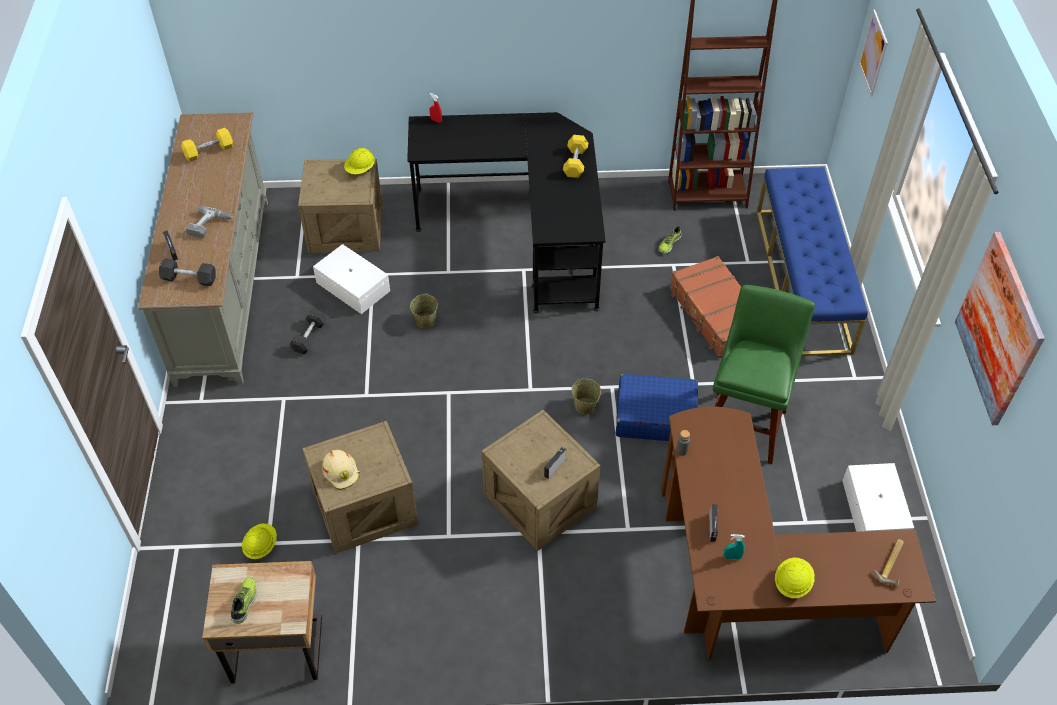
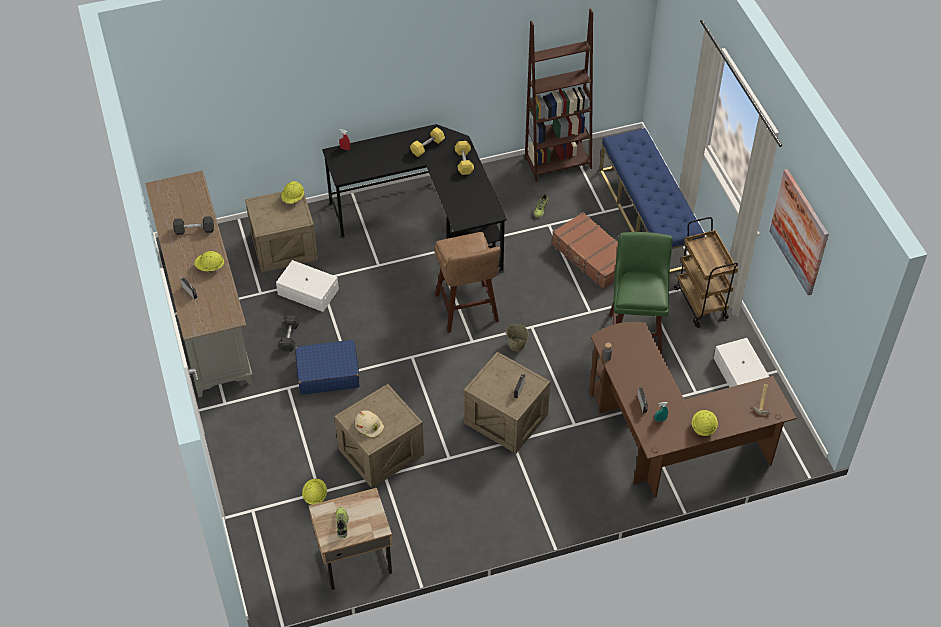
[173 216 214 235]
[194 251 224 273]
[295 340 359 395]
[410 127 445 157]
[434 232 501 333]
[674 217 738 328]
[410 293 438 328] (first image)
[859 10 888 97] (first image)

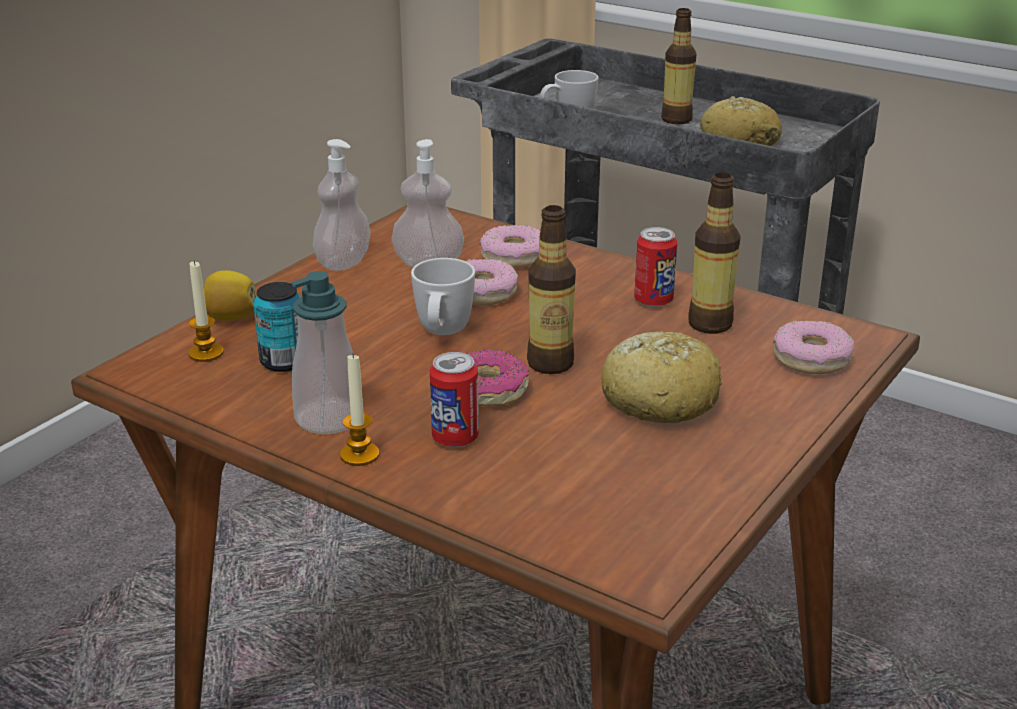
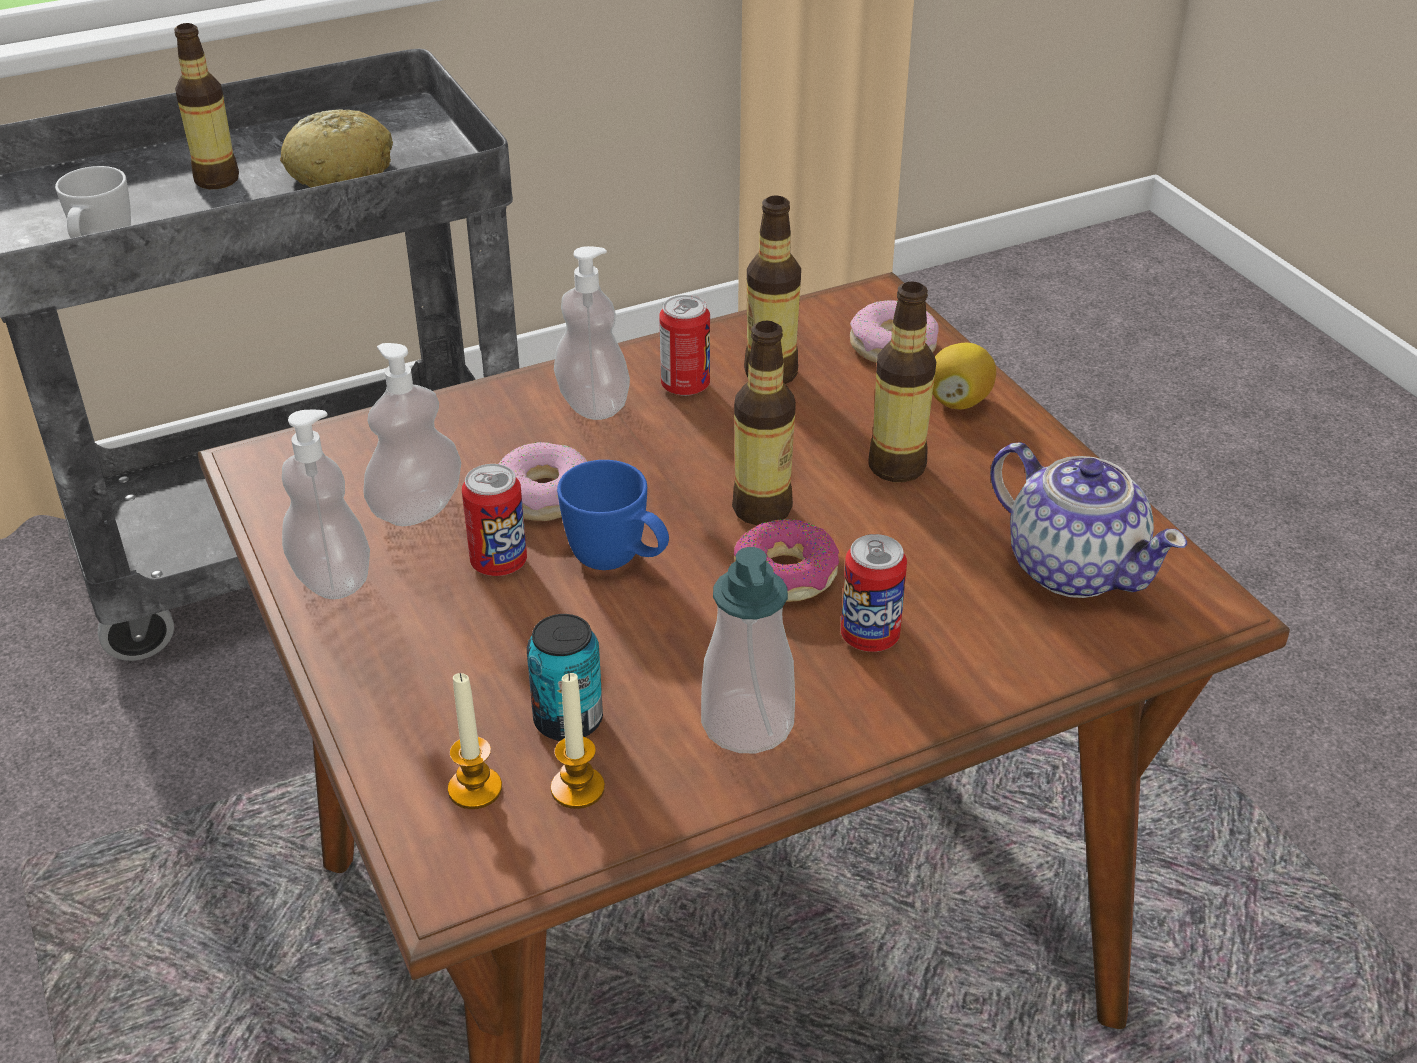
[462 464 527 576]
[551 673 605 809]
[554 246 630 420]
[557 460 669 570]
[868 281 936 482]
[932 343 996 410]
[990 442 1187 598]
[480 225 540 268] (first image)

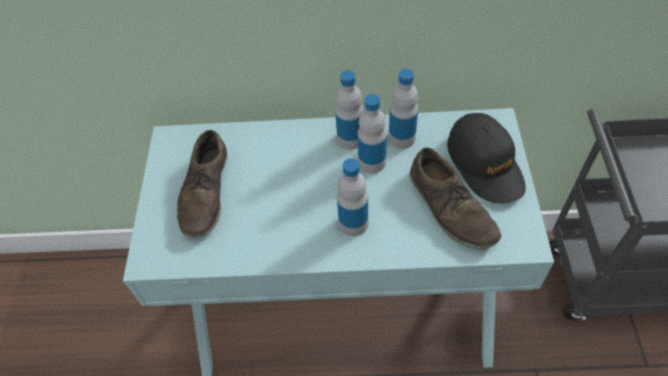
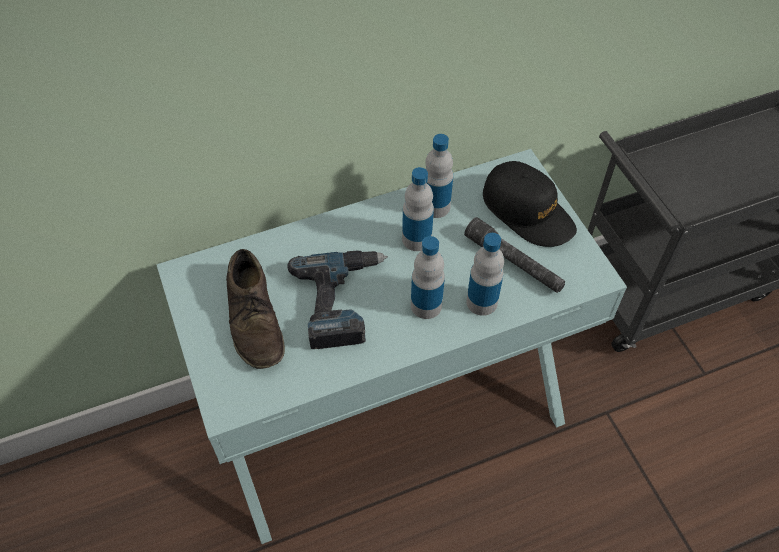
[287 250 388 349]
[464 217 565 293]
[466 233 504 316]

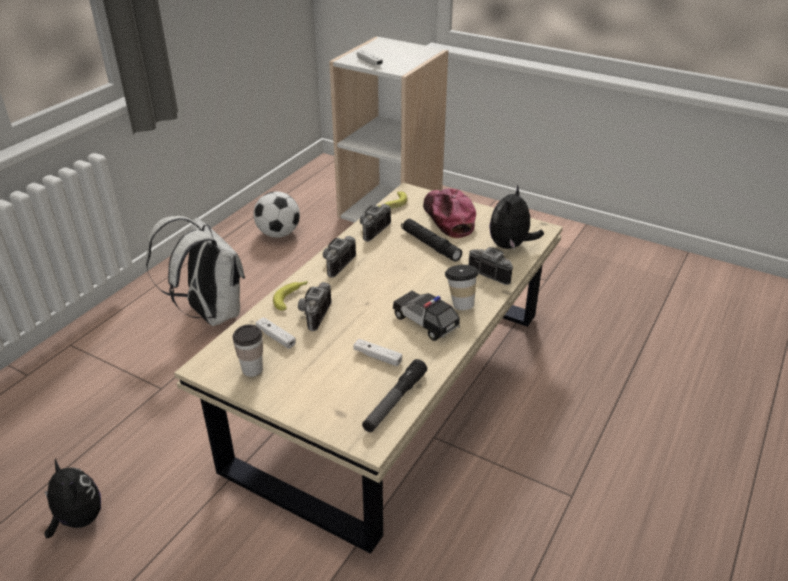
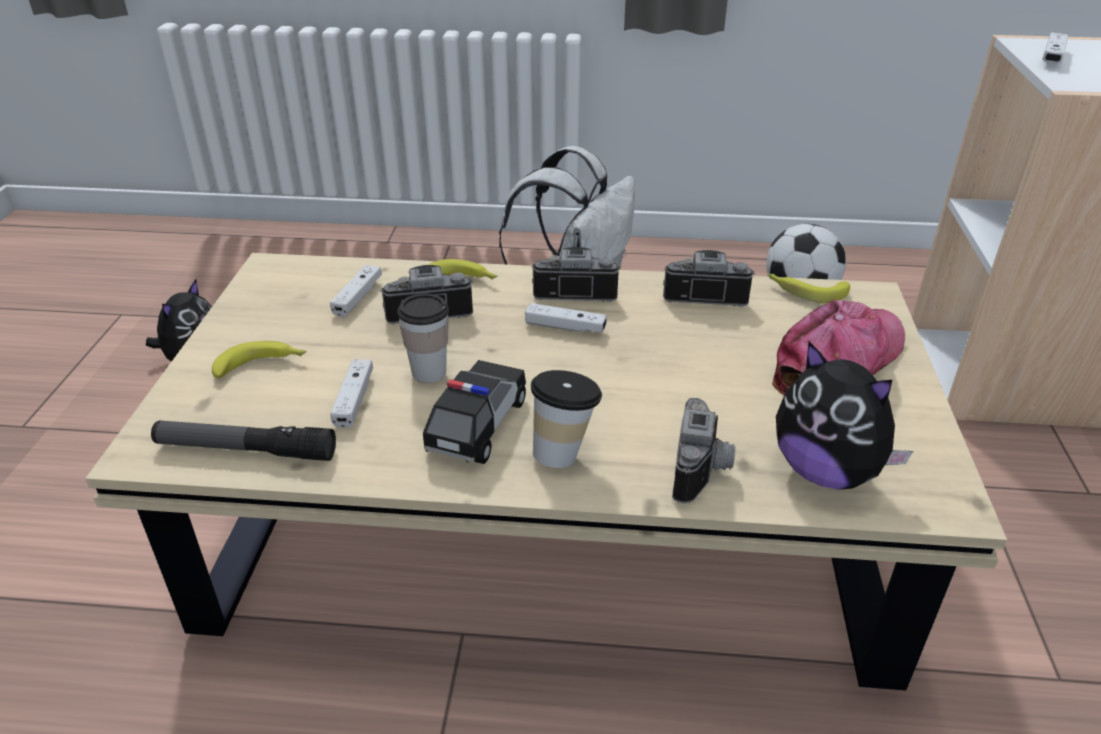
[212 341 307 378]
[397 294 449 383]
[525 303 607 332]
[776 341 913 490]
[401 219 462 262] (first image)

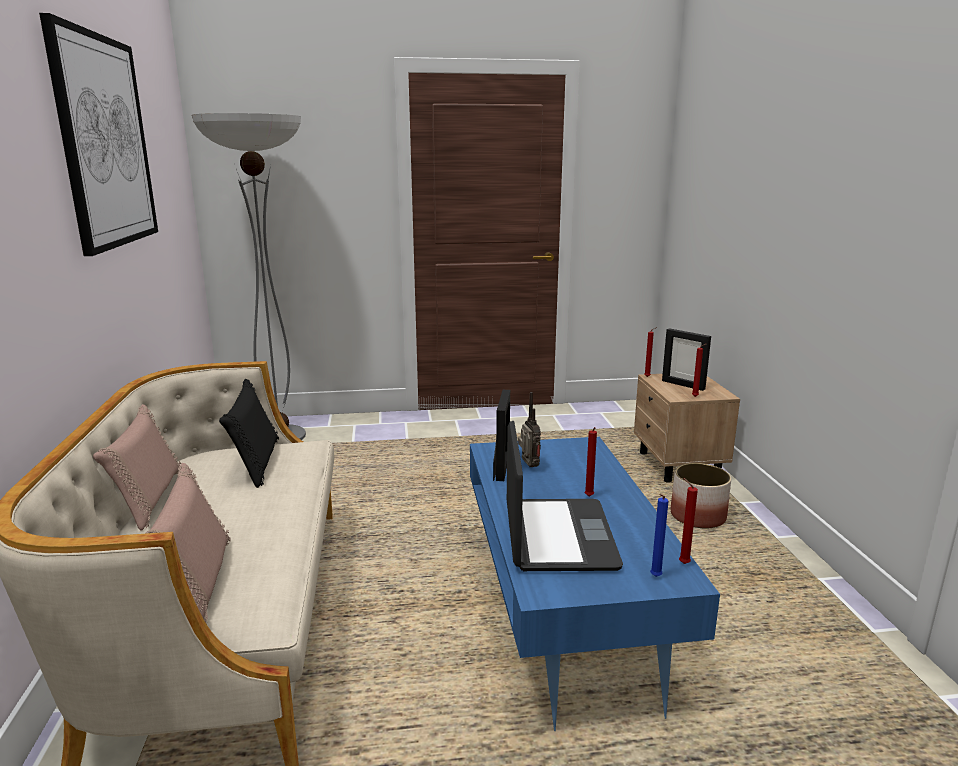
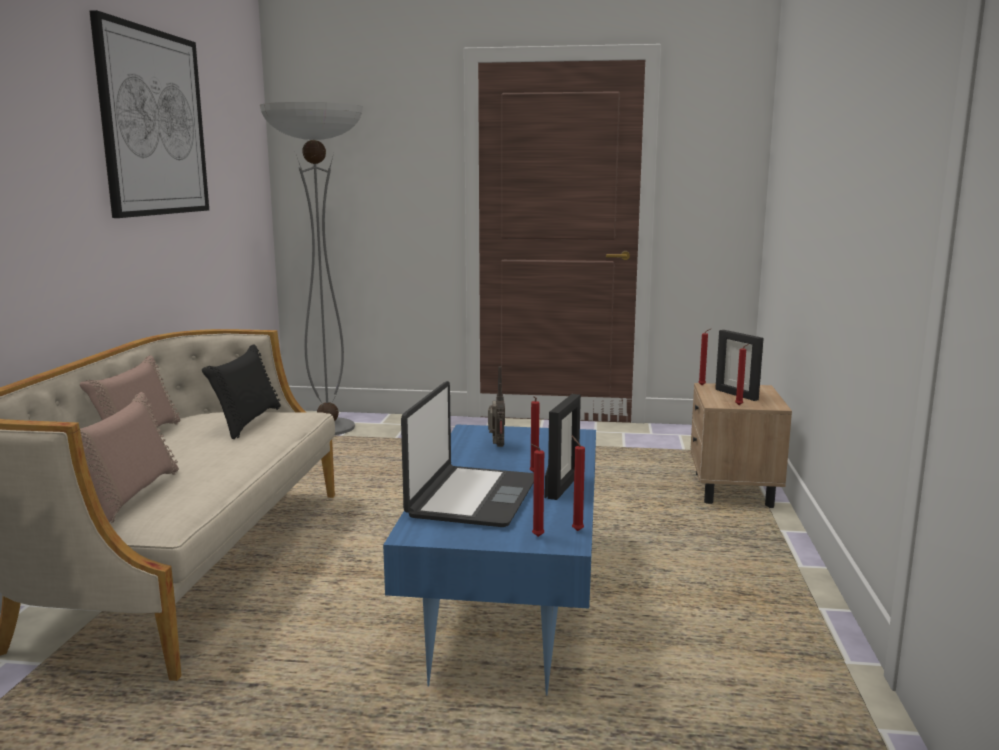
[531 444 545 537]
[545 394 581 500]
[671 463 731 528] (first image)

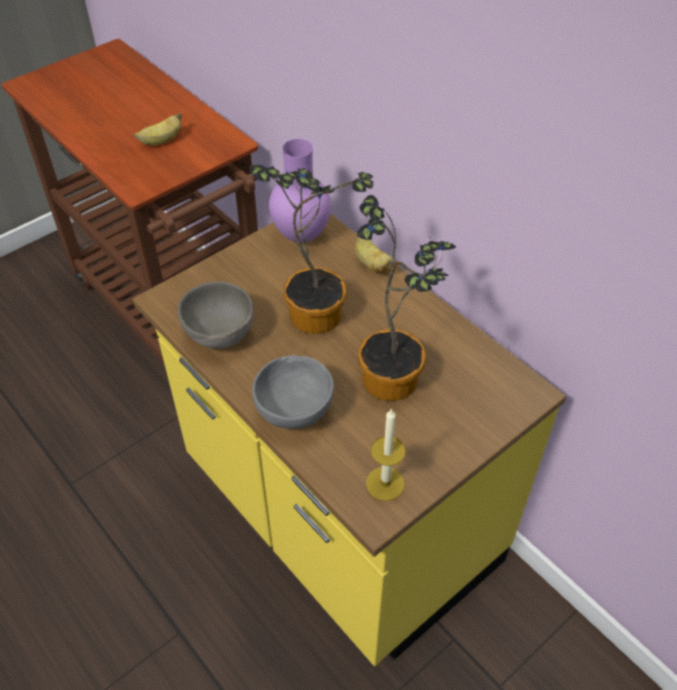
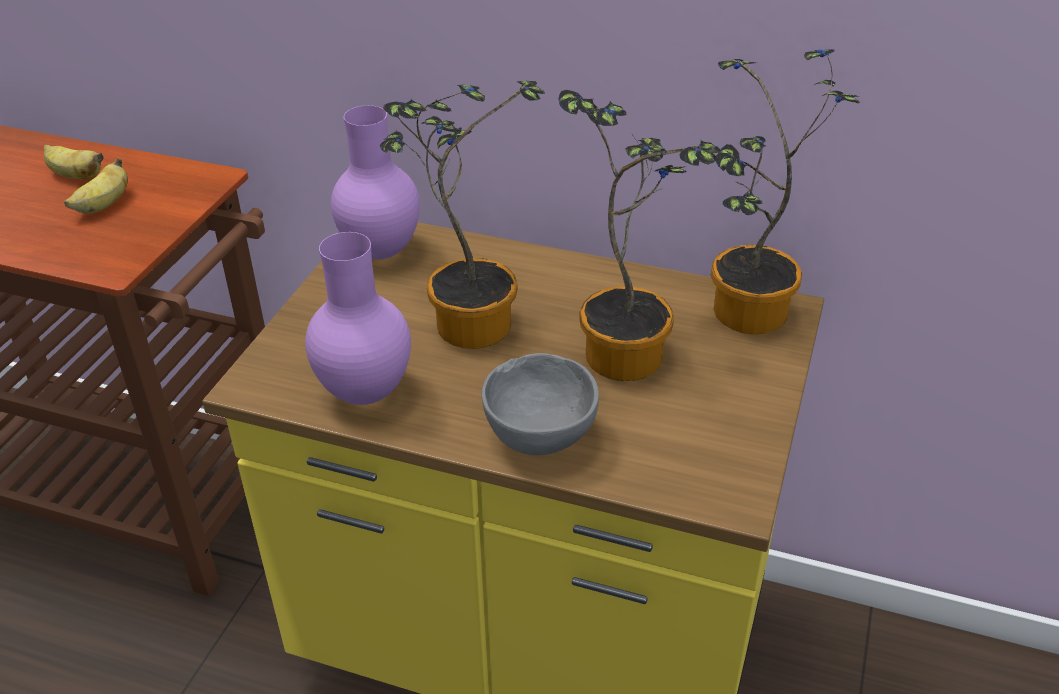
[44 144 104 179]
[305 232 411 405]
[711 49 860 334]
[366 408 406 501] (first image)

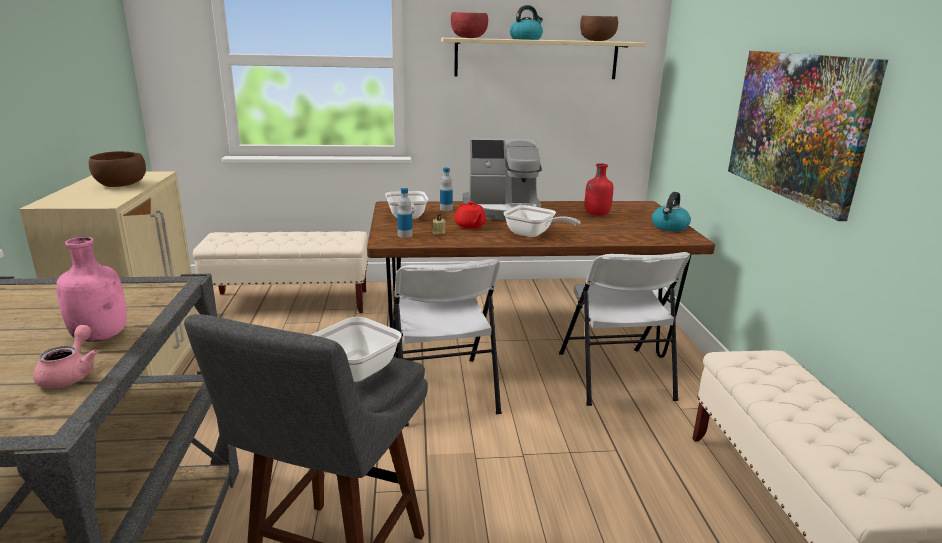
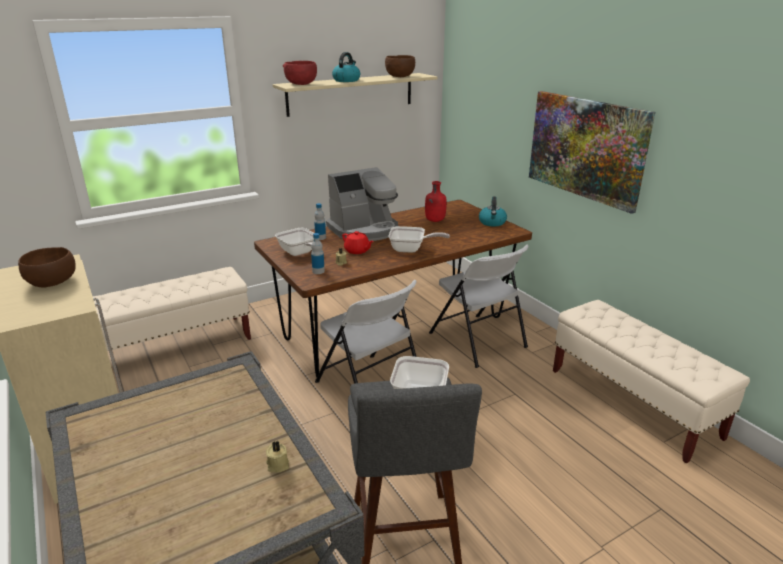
[266 441 289 473]
[56 237 127 342] (first image)

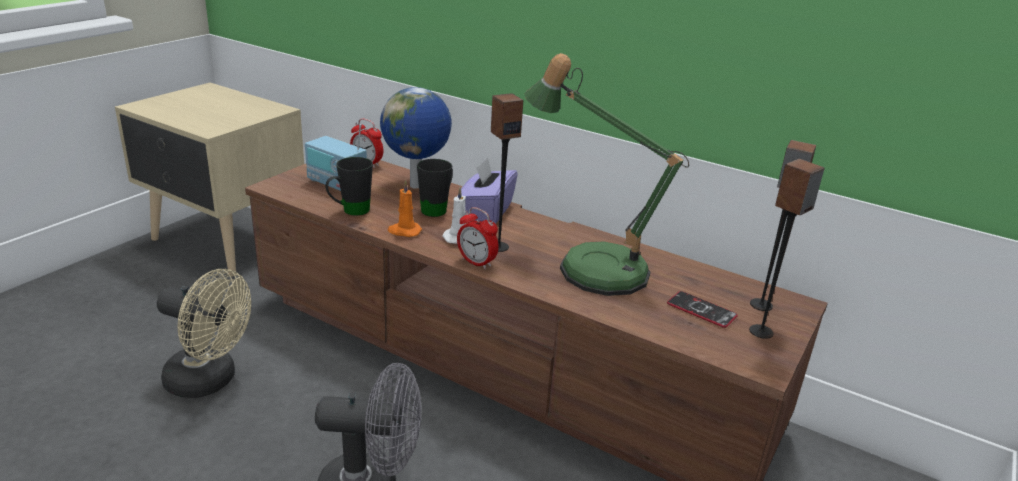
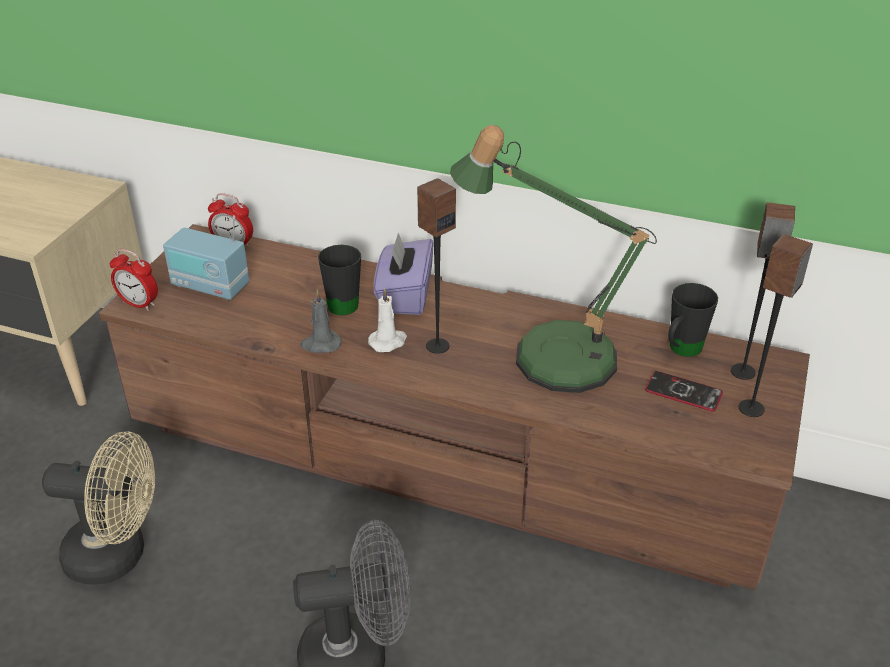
[110 249 158 311]
[300 290 341 353]
[668 283 718 357]
[380 87 452 189] (first image)

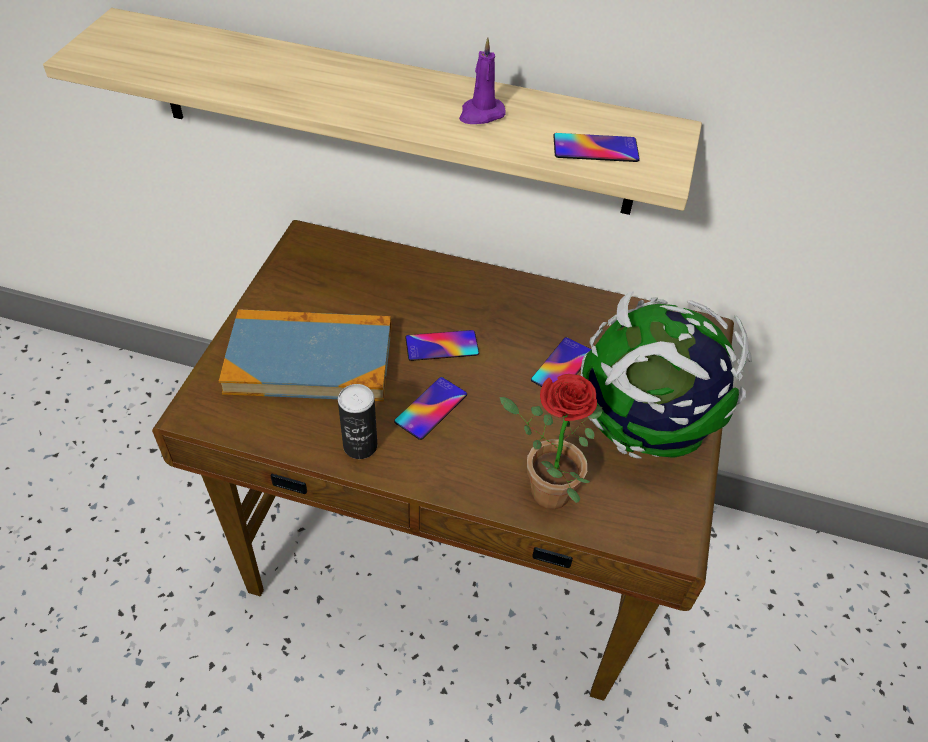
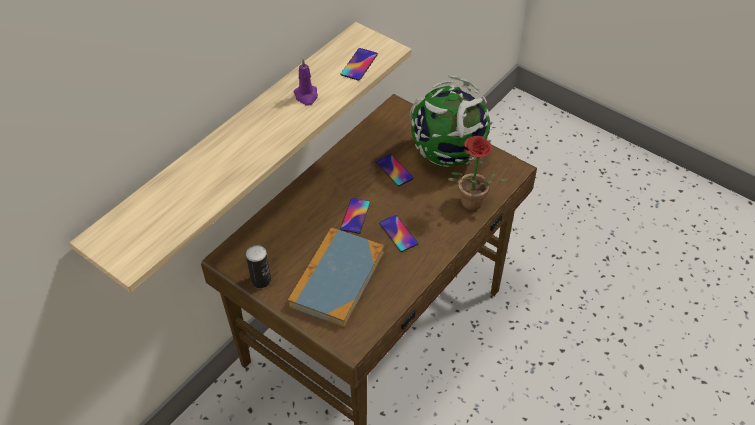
[246 245 271 288]

